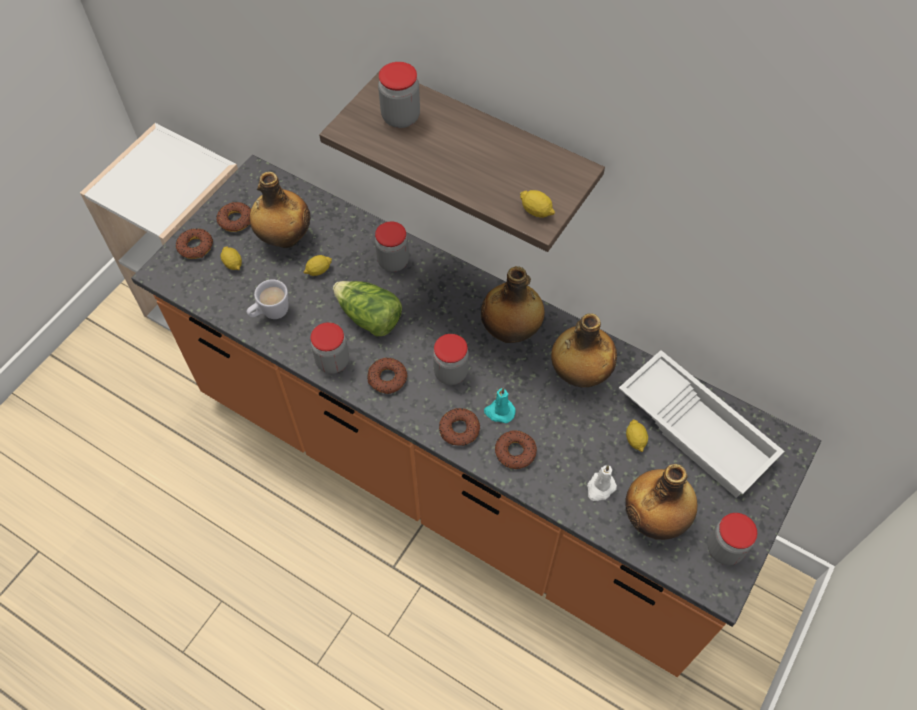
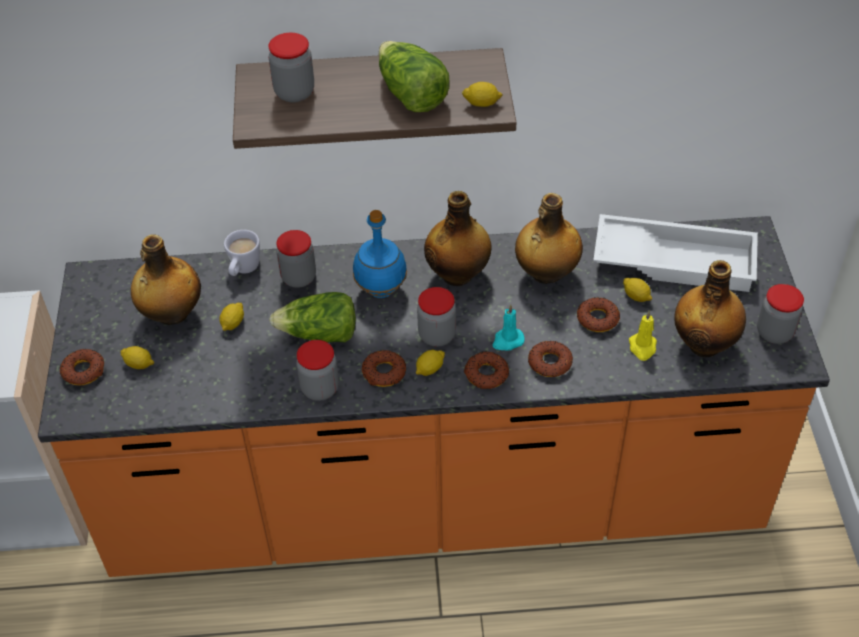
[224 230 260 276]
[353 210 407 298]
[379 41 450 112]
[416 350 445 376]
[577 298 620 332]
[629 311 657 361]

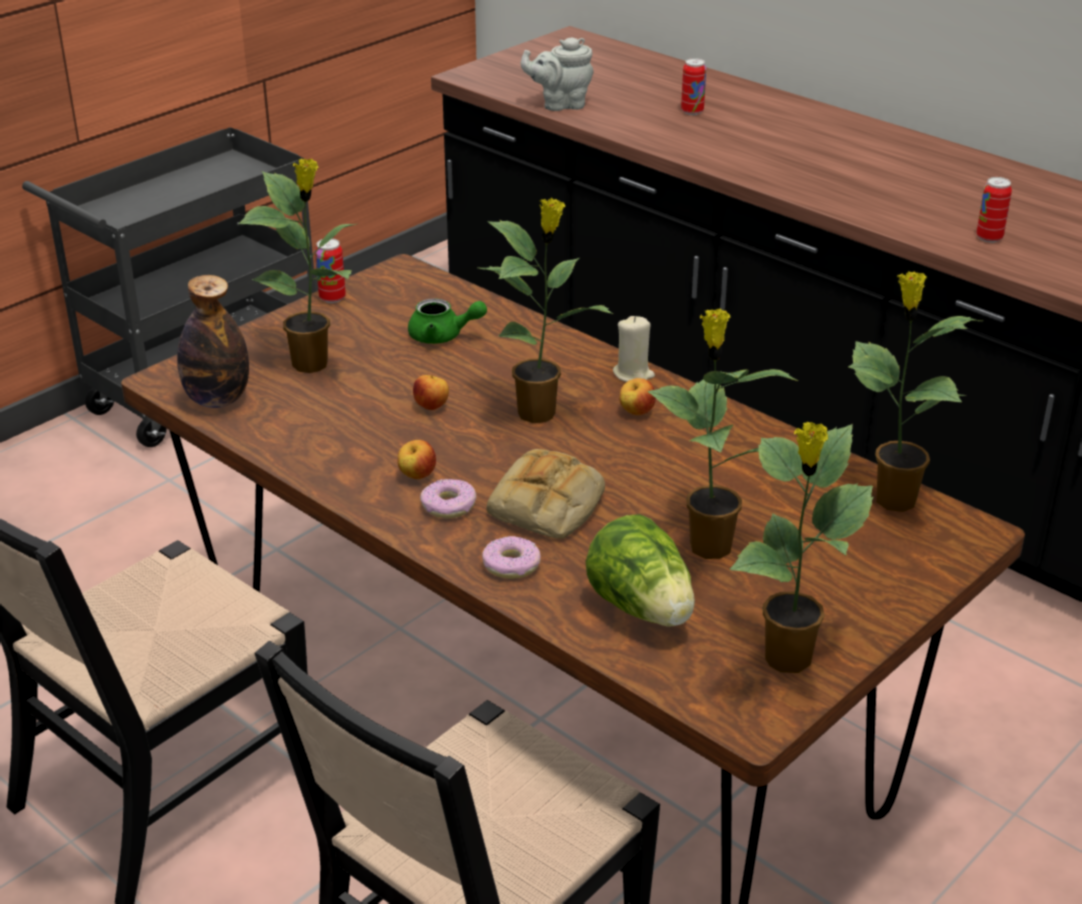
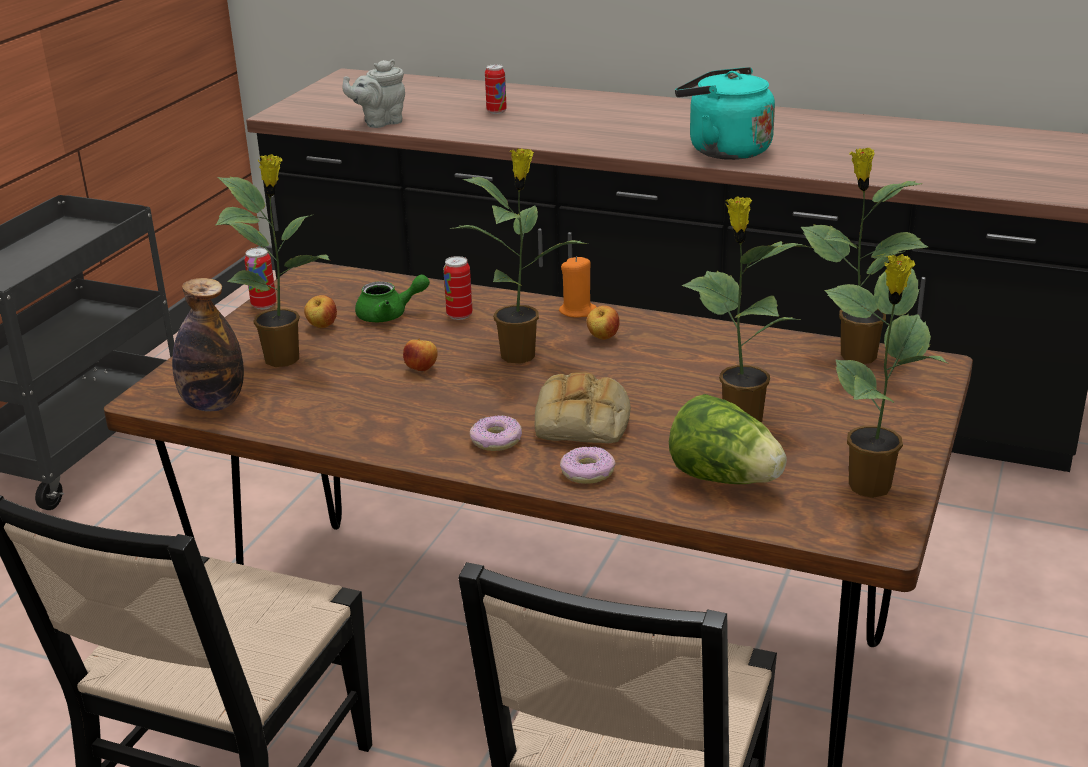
[304 295 337 328]
[443 256 473 320]
[559 256 596 318]
[675 67 775 160]

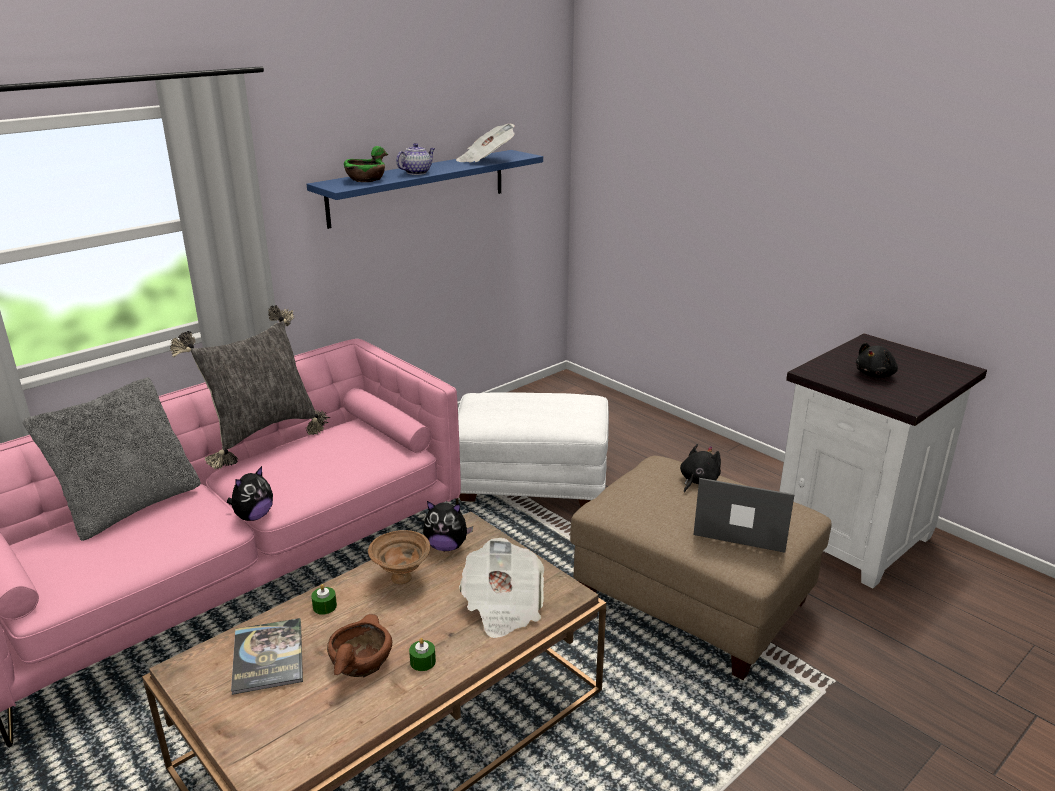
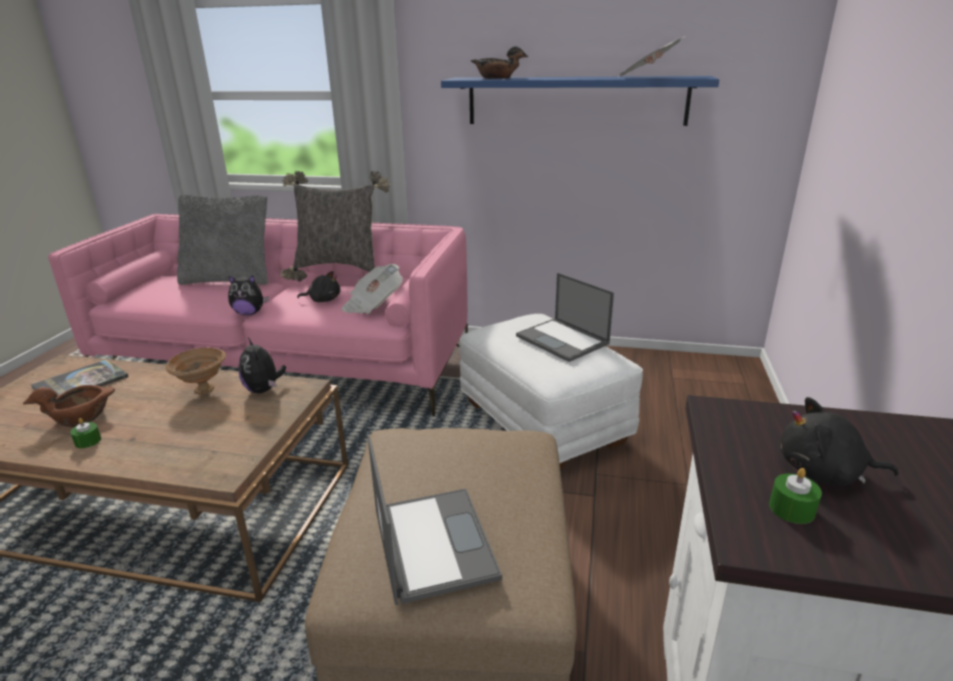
[297 271 340 302]
[341 264 403 314]
[471 46 528 79]
[516 273 614 362]
[769 468 822 524]
[396 143 435 175] (first image)

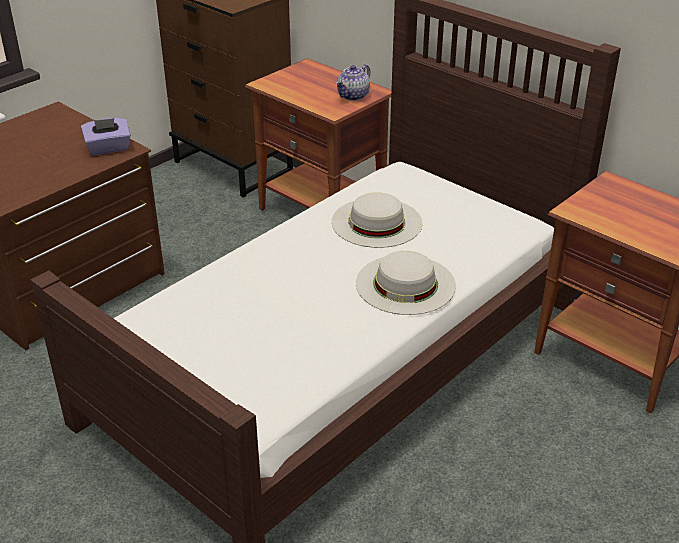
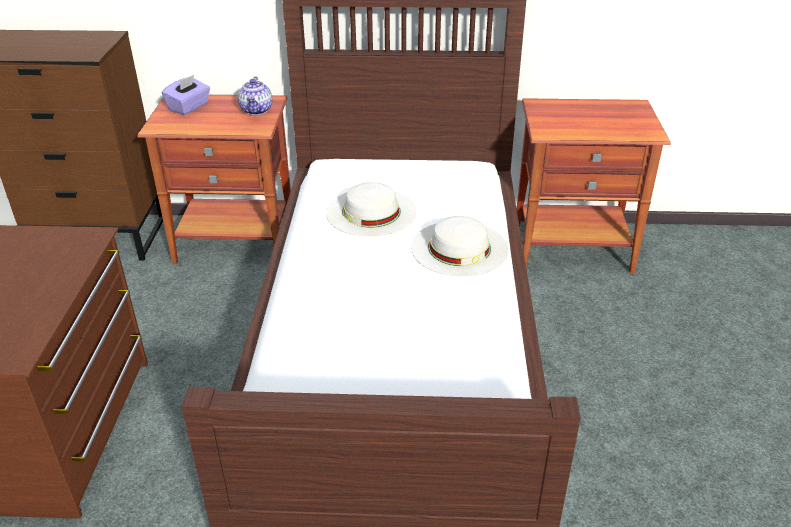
[162 75 210 115]

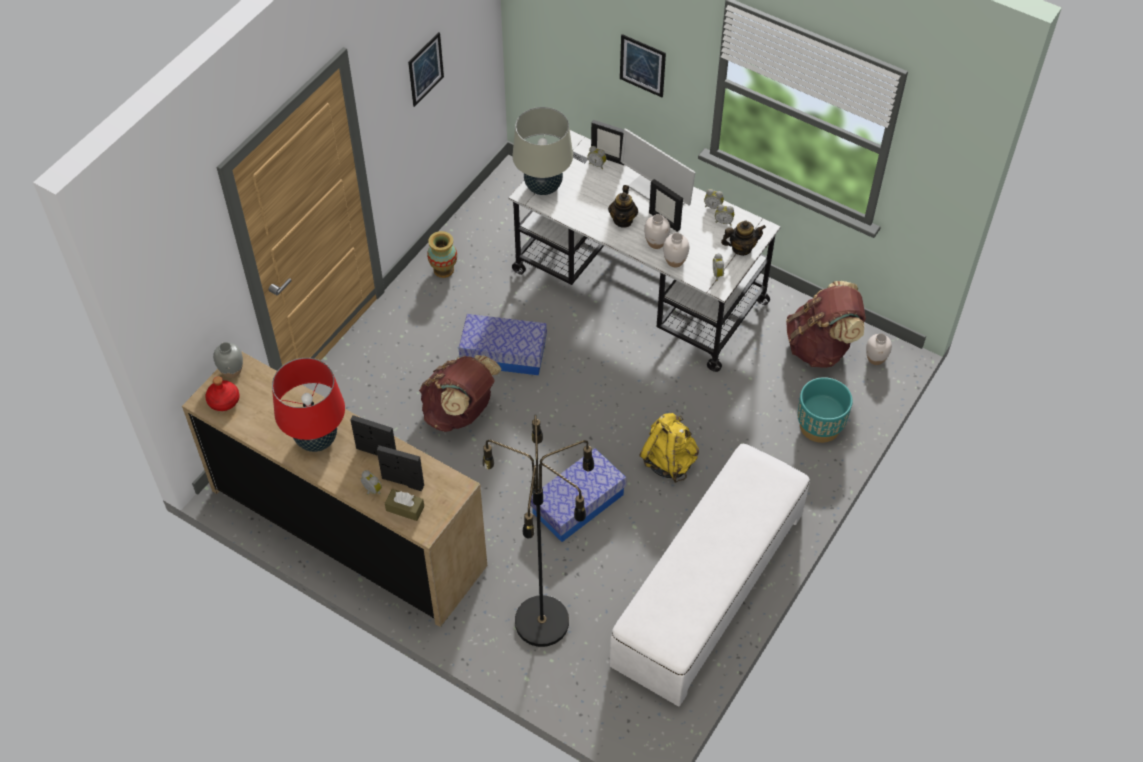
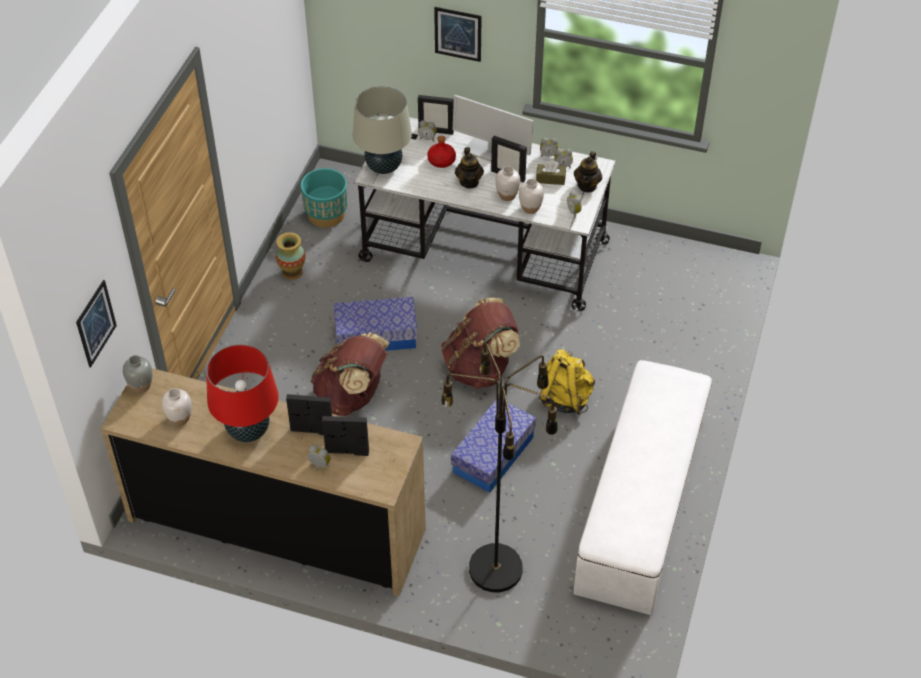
[76 280 117 367]
[162 388 192 426]
[301 168 347 228]
[427 136 456 168]
[441 298 520 389]
[536 160 566 185]
[574 151 602 193]

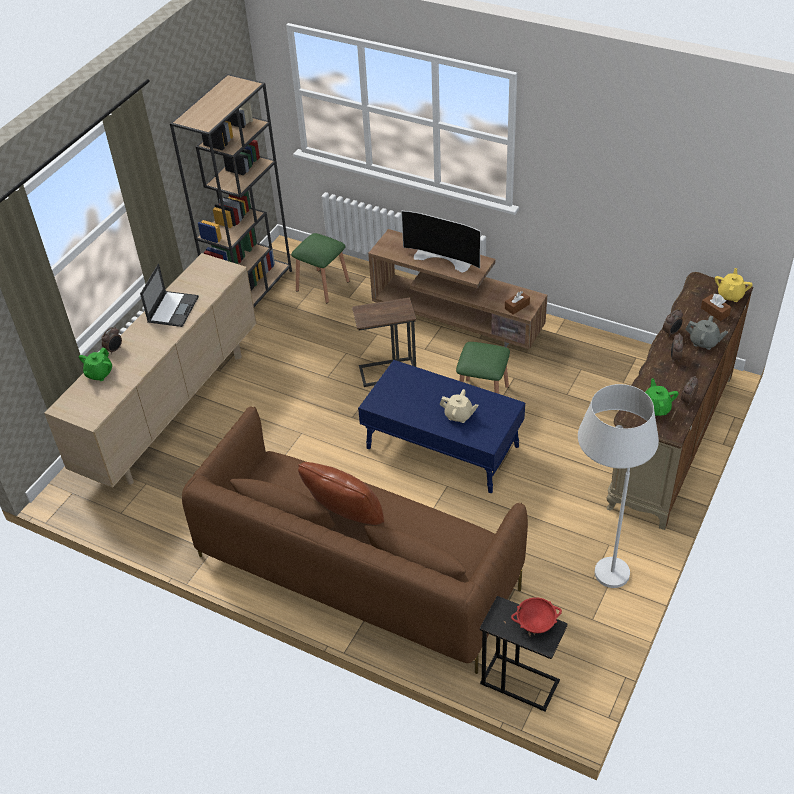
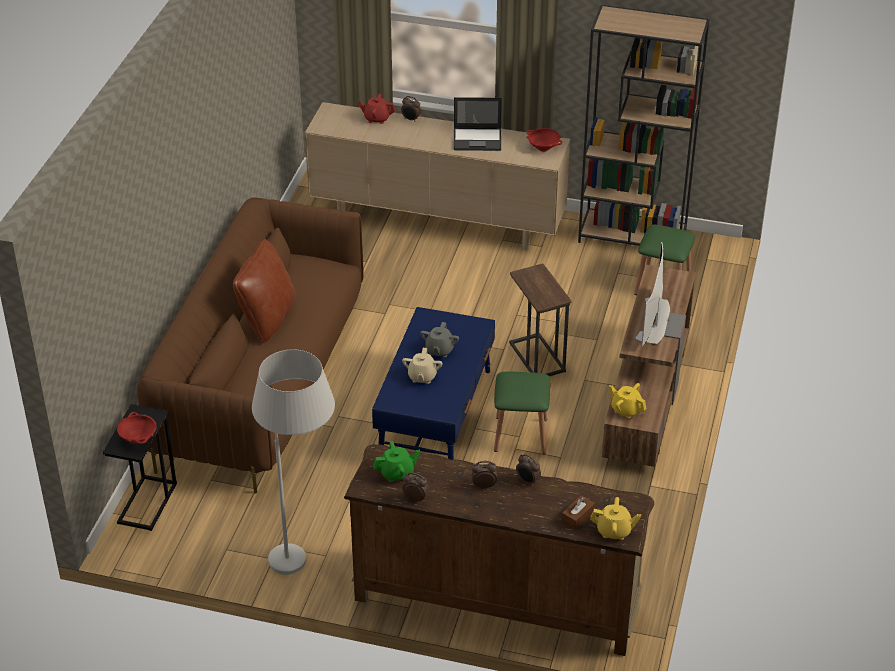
[358 94 395 124]
[420 322 459 357]
[526 128 562 152]
[609 383 646 418]

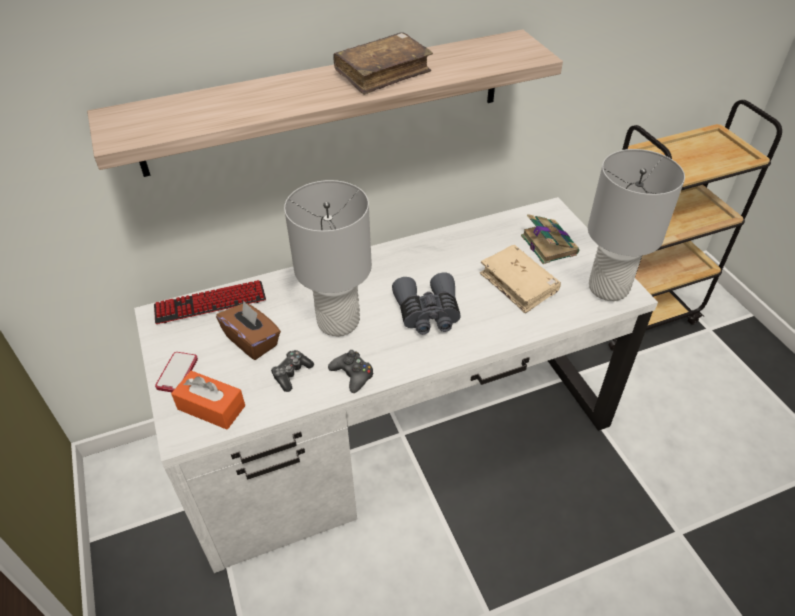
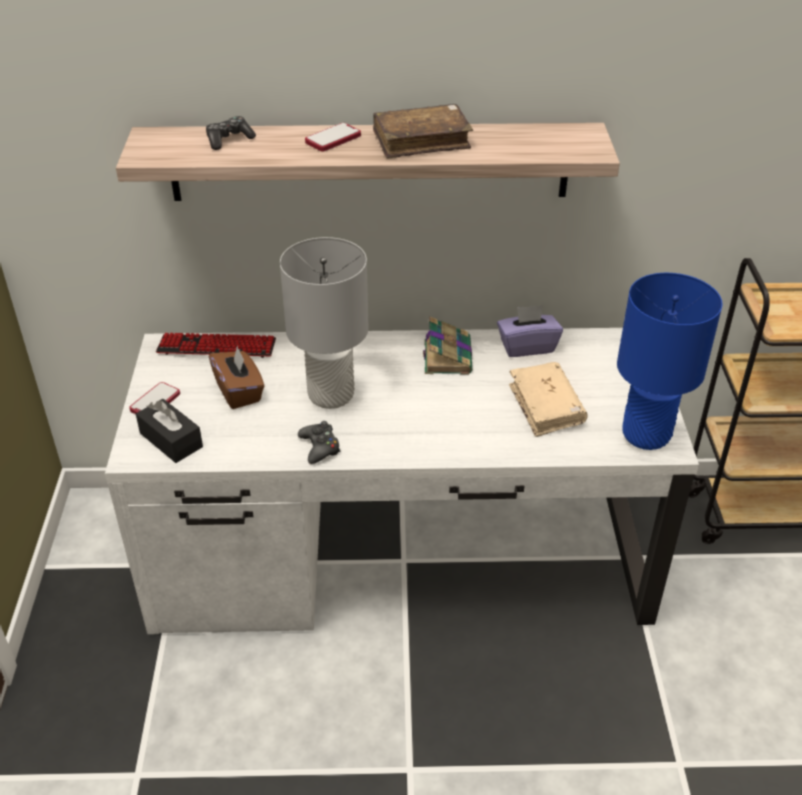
[136 399 203 463]
[206 116 256 150]
[305 123 361 151]
[423 316 472 374]
[497 305 563 357]
[617 273 722 450]
[392 272 461 335] (first image)

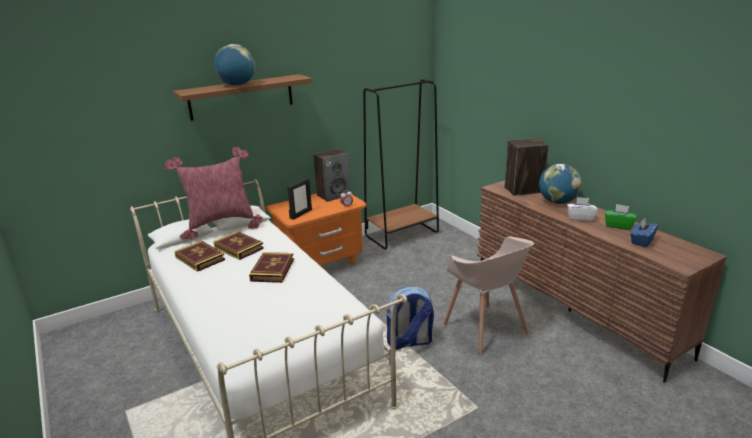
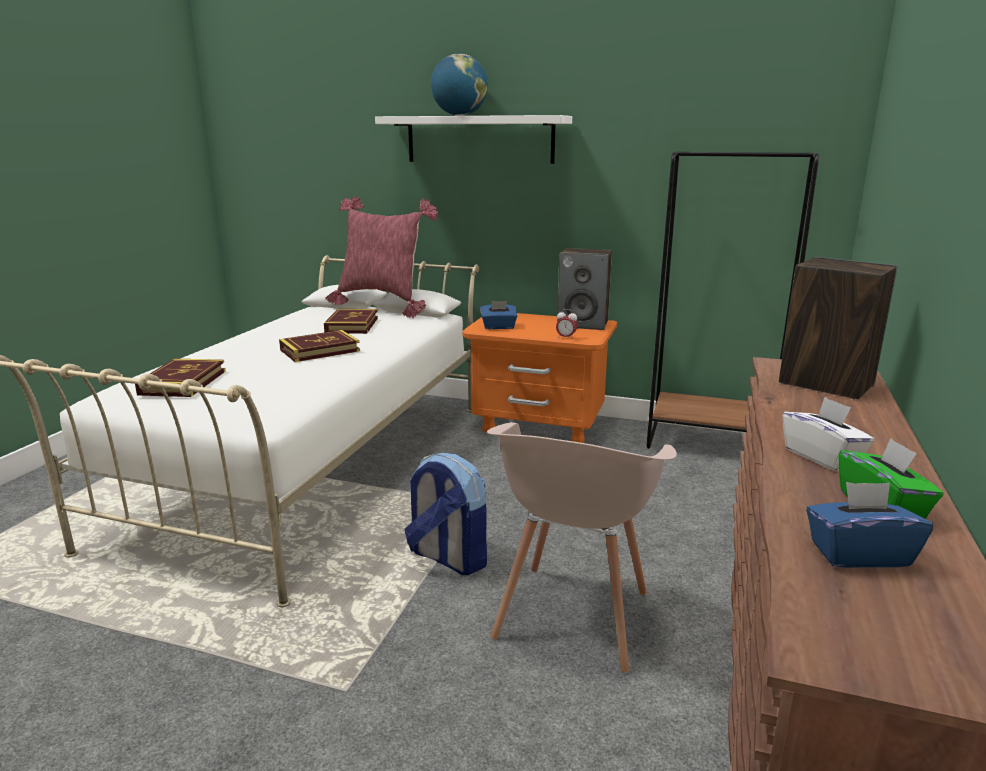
[135 359 226 397]
[375 115 572 164]
[480 301 517 329]
[539 164 582 204] (first image)

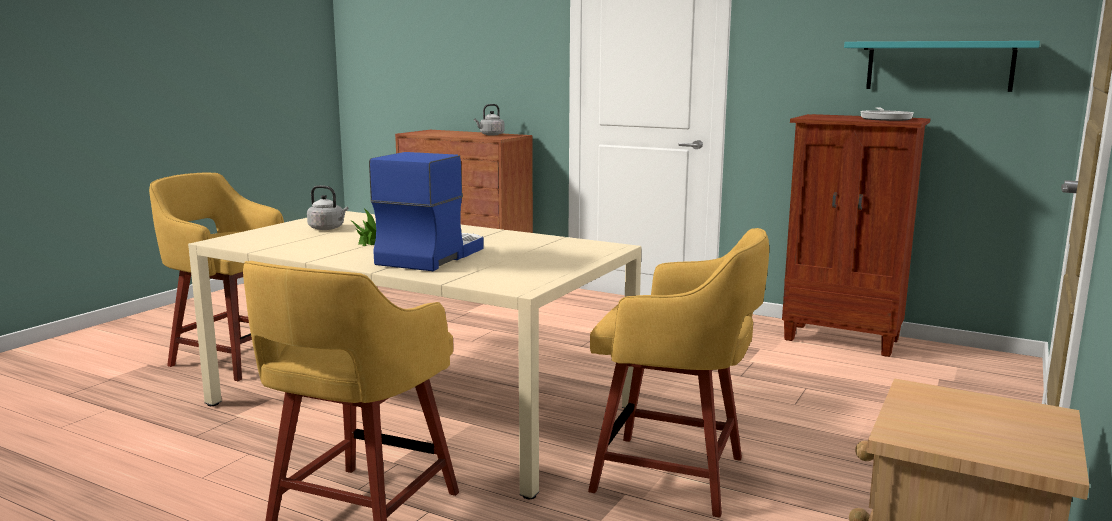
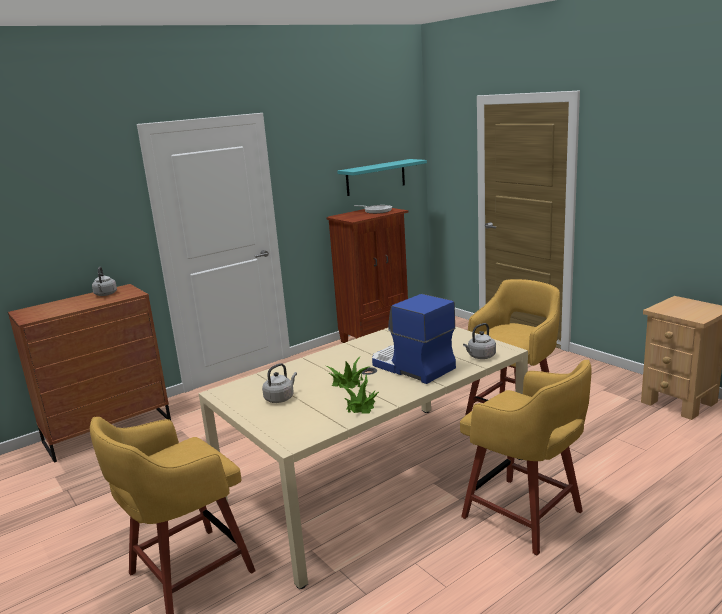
[339 374 379 413]
[463 323 496 359]

